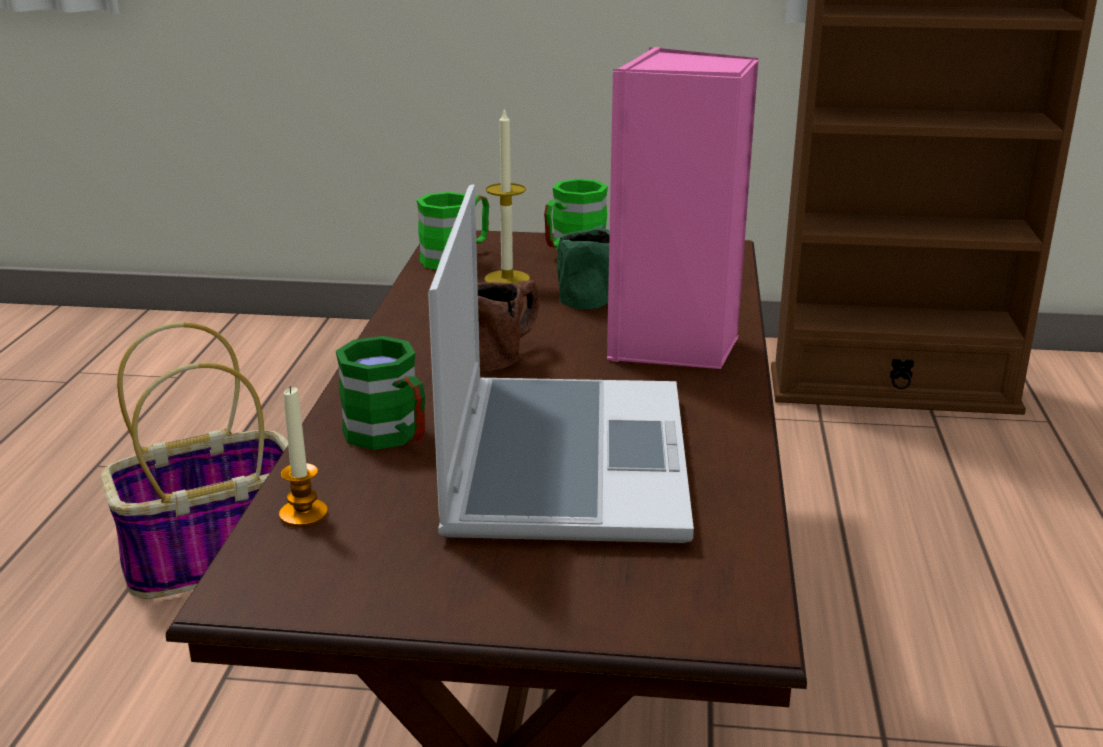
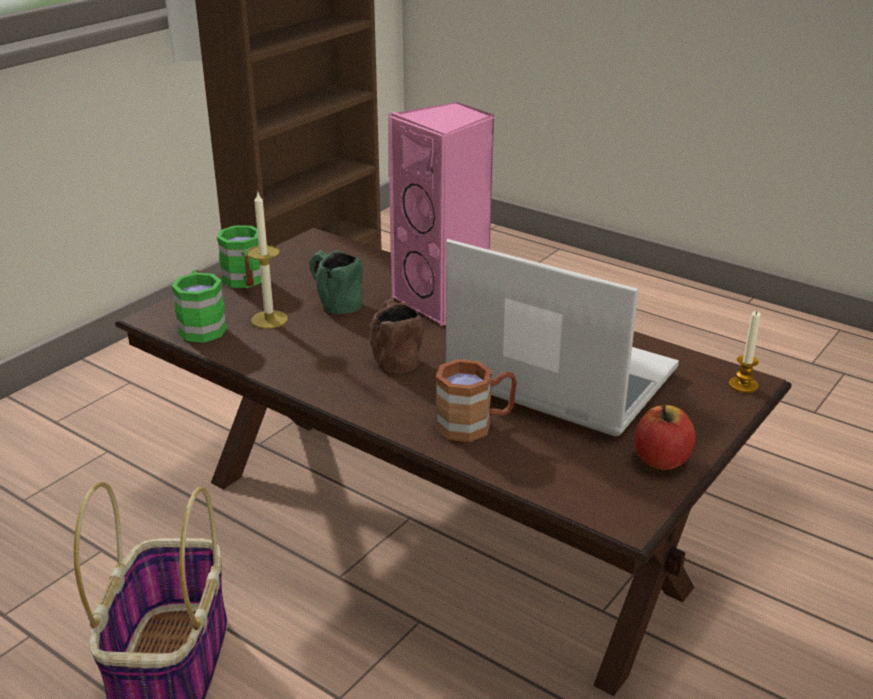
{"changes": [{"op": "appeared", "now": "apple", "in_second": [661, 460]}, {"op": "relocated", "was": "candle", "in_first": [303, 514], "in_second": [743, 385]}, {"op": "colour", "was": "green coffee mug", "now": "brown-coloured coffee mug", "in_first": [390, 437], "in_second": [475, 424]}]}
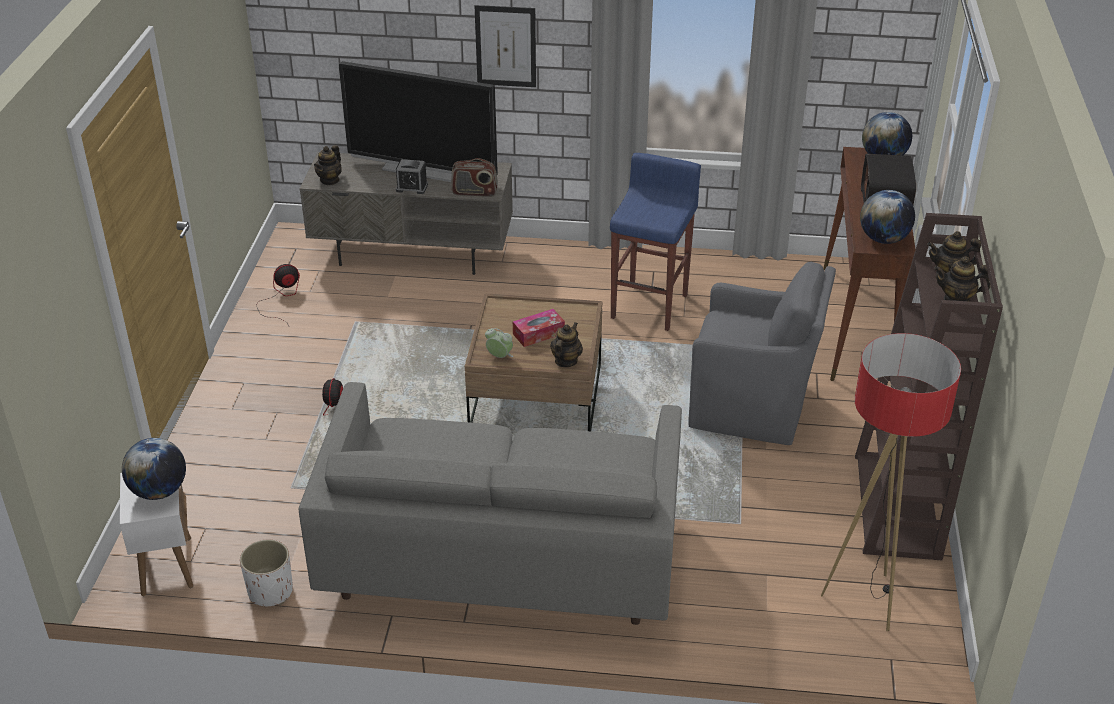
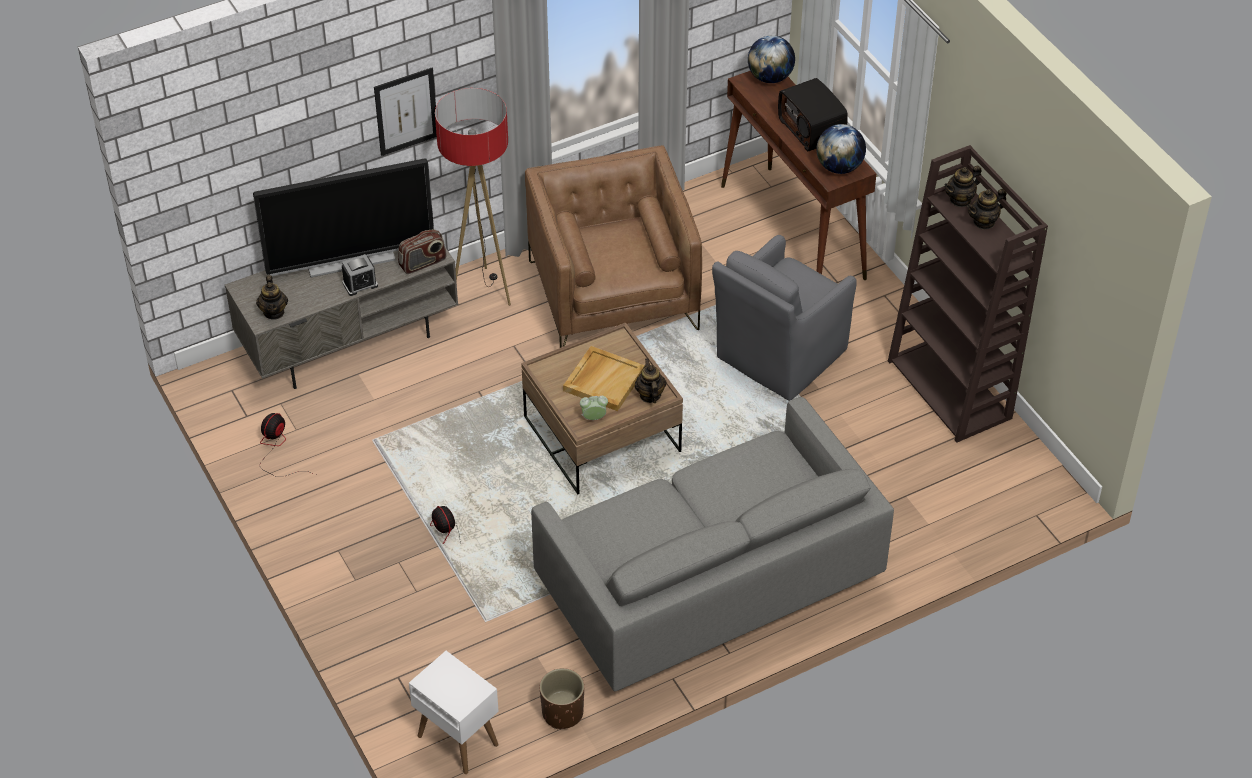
{"changes": [{"op": "missing", "was": "world globe", "in_first": [159, 491]}, {"op": "relocated", "was": "standard lamp", "in_first": [865, 600], "in_second": [482, 291]}, {"op": "exchanged", "was": "tissue holder", "now": "beige-coloured carrying tray", "in_first": [538, 334], "in_second": [603, 380]}, {"op": "exchanged", "was": "blue-coloured sitting stool", "now": "brown-coloured armchair", "in_first": [651, 305], "in_second": [612, 295]}, {"op": "colour", "was": "whitish plant pot", "now": "brown-coloured plant pot", "in_first": [270, 591], "in_second": [562, 713]}, {"op": "spun", "was": "gray armchair", "in_first": [753, 408], "in_second": [778, 355], "clockwise": 150}]}
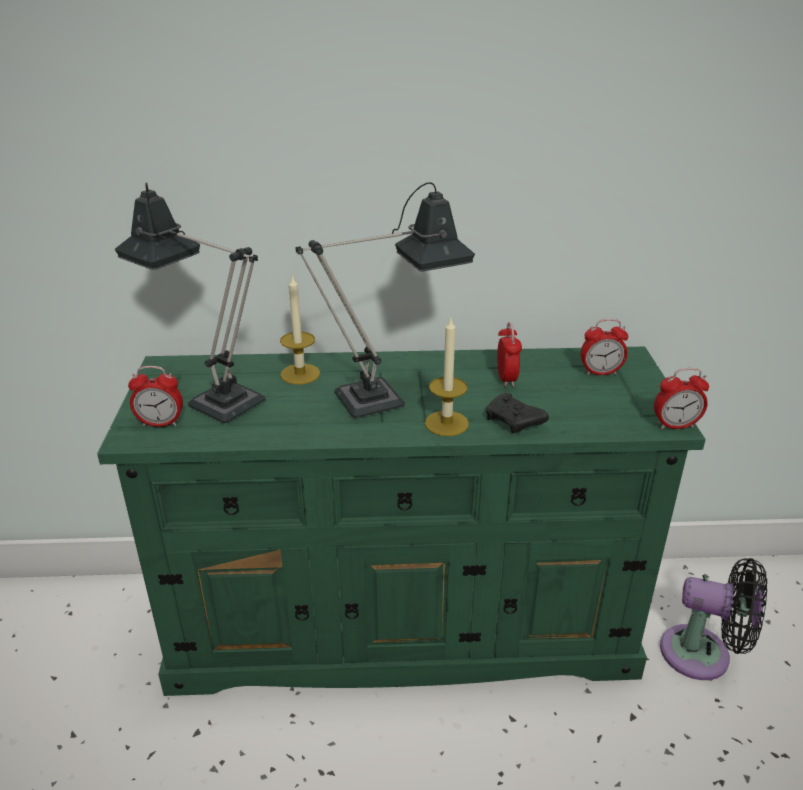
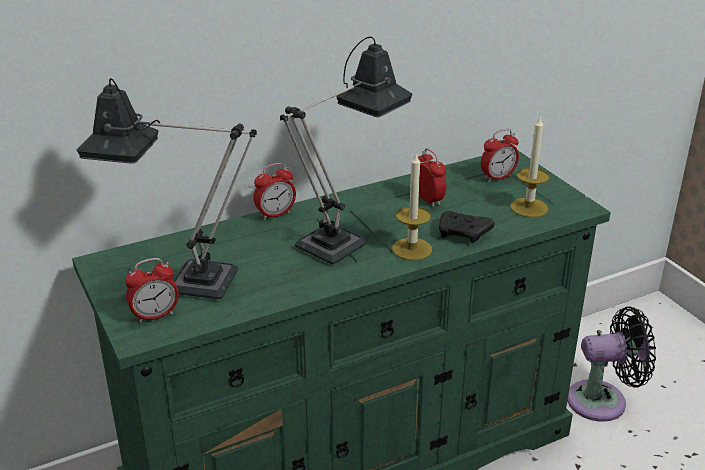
{"changes": [{"op": "relocated", "was": "candle", "in_first": [300, 374], "in_second": [529, 207]}, {"op": "relocated", "was": "bedside clock", "in_first": [675, 426], "in_second": [275, 214]}]}
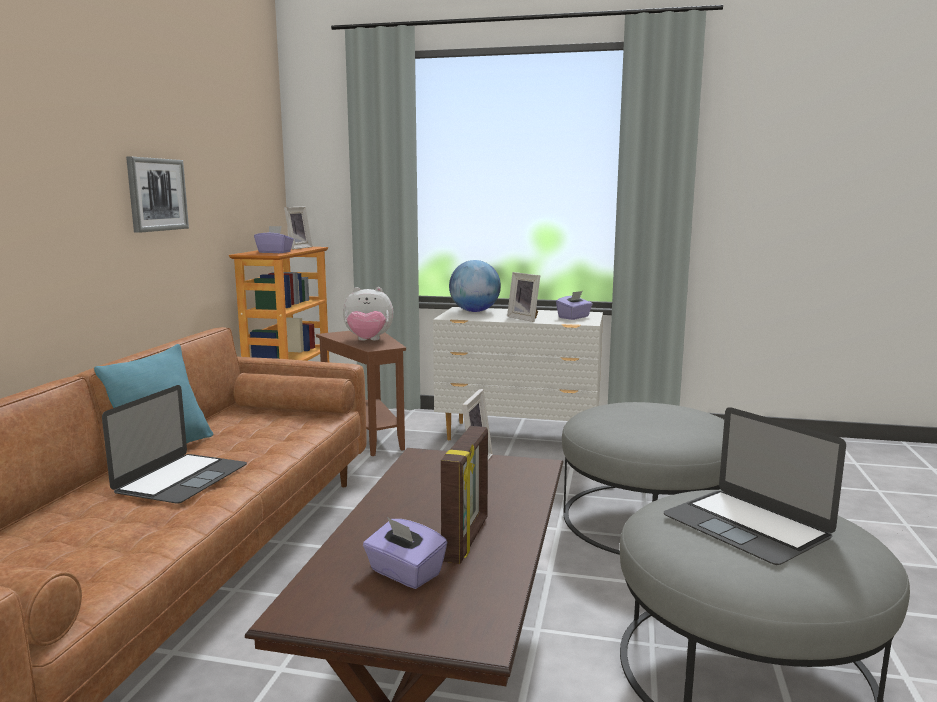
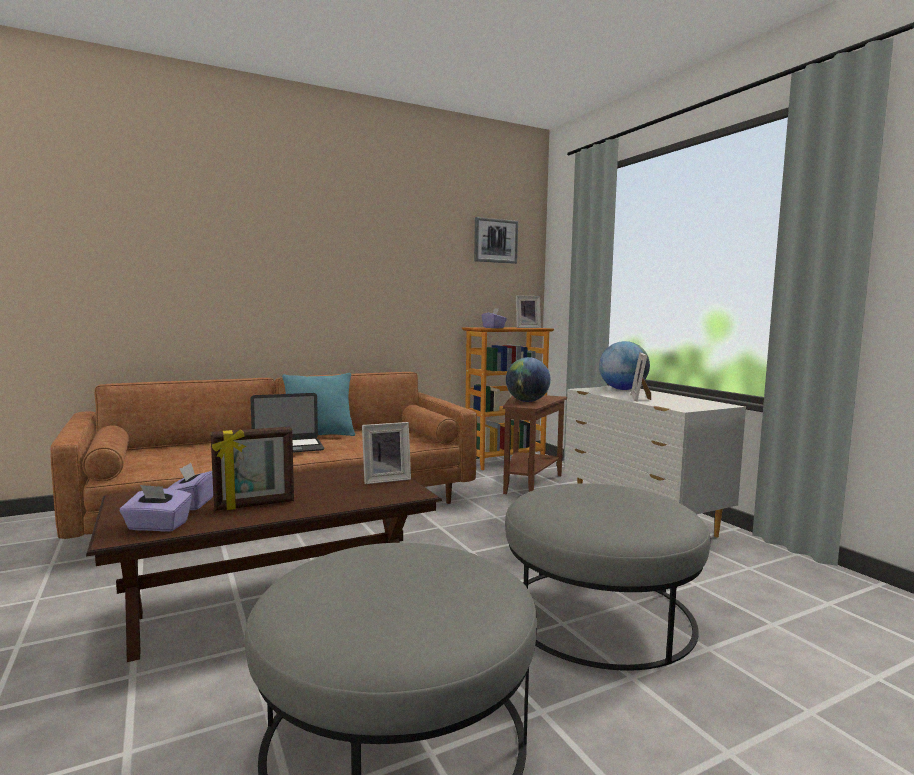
{"changes": [{"op": "missing", "was": "laptop", "in_first": [746, 525]}, {"op": "relocated", "was": "picture", "in_first": [157, 194], "in_second": [495, 241]}, {"op": "relocated", "was": "purple tissue holder", "in_first": [574, 317], "in_second": [157, 526]}, {"op": "exchanged", "was": "soft toy", "now": "world globe", "in_first": [368, 341], "in_second": [527, 401]}]}
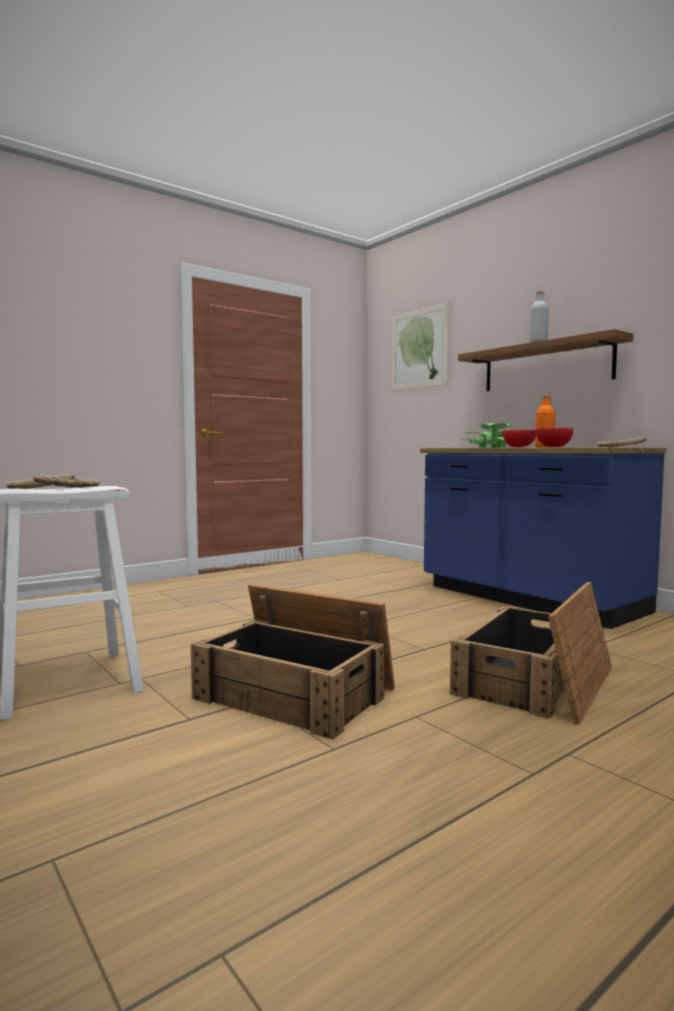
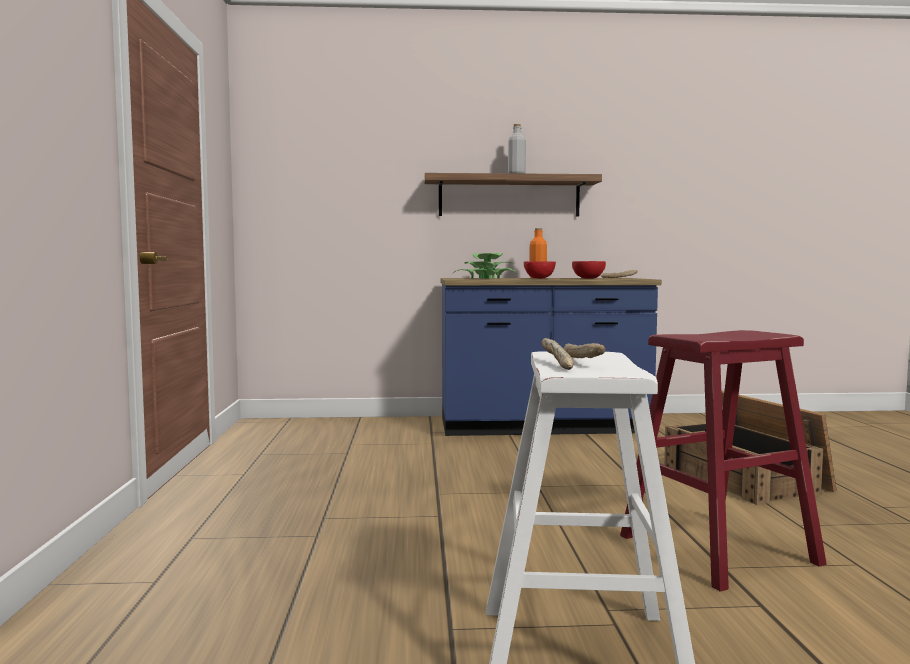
{"changes": [{"op": "missing", "was": "picture", "in_first": [419, 349]}, {"op": "exchanged", "was": "shipping crate", "now": "reddish sitting stool", "in_first": [297, 693], "in_second": [718, 549]}]}
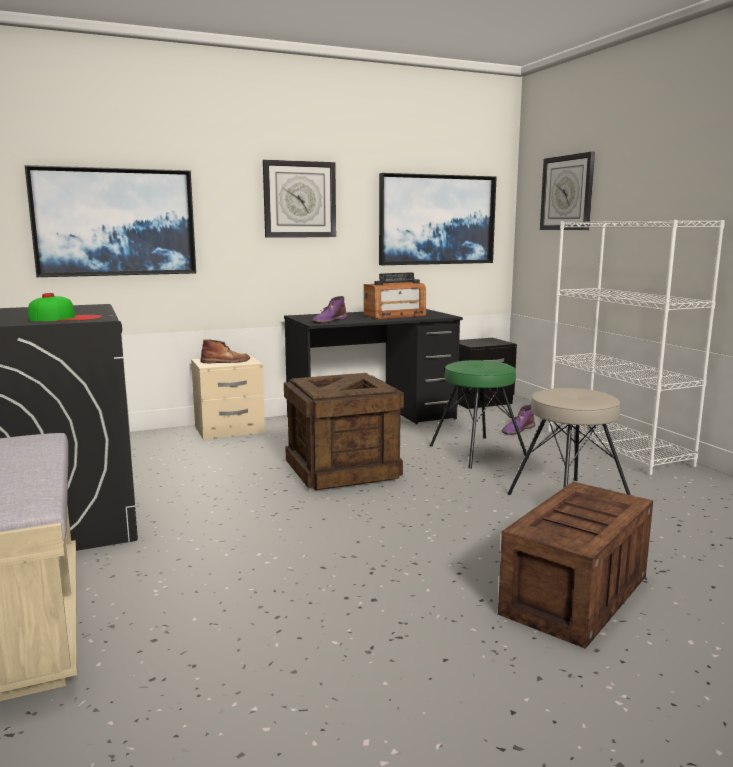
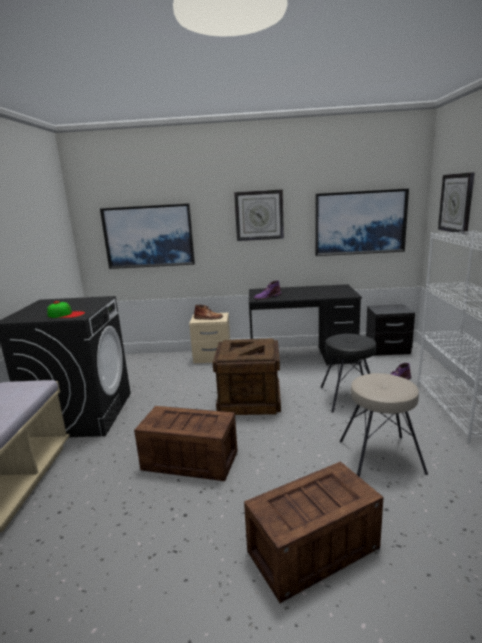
{"changes": [{"op": "missing", "was": "radio receiver", "in_first": [395, 315]}, {"op": "appeared", "now": "shipping crate", "in_second": [188, 460]}, {"op": "colour", "was": "green sitting stool", "now": "blackish sitting stool", "in_first": [477, 452], "in_second": [348, 397]}]}
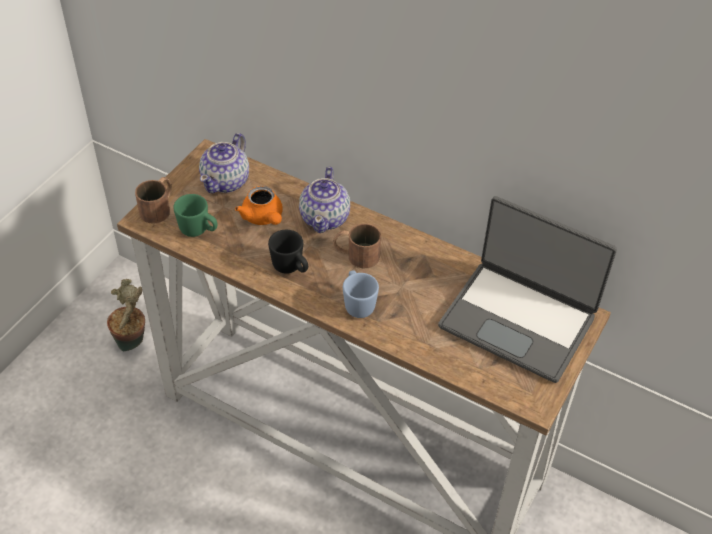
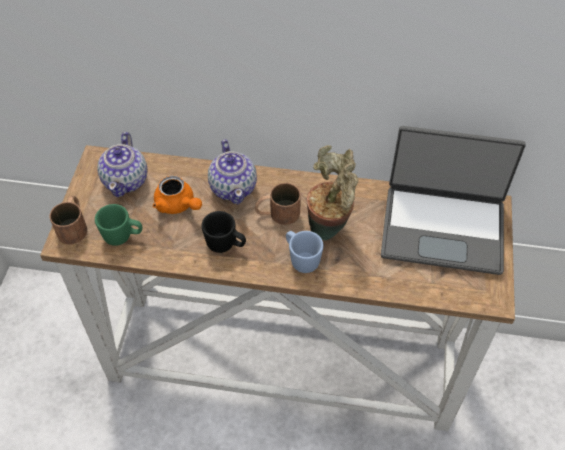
{"changes": [{"op": "relocated", "was": "plant in a pot", "in_first": [133, 343], "in_second": [330, 227]}]}
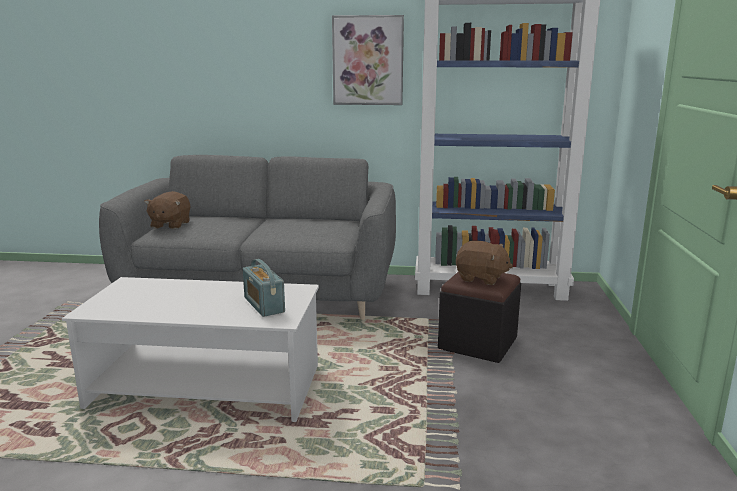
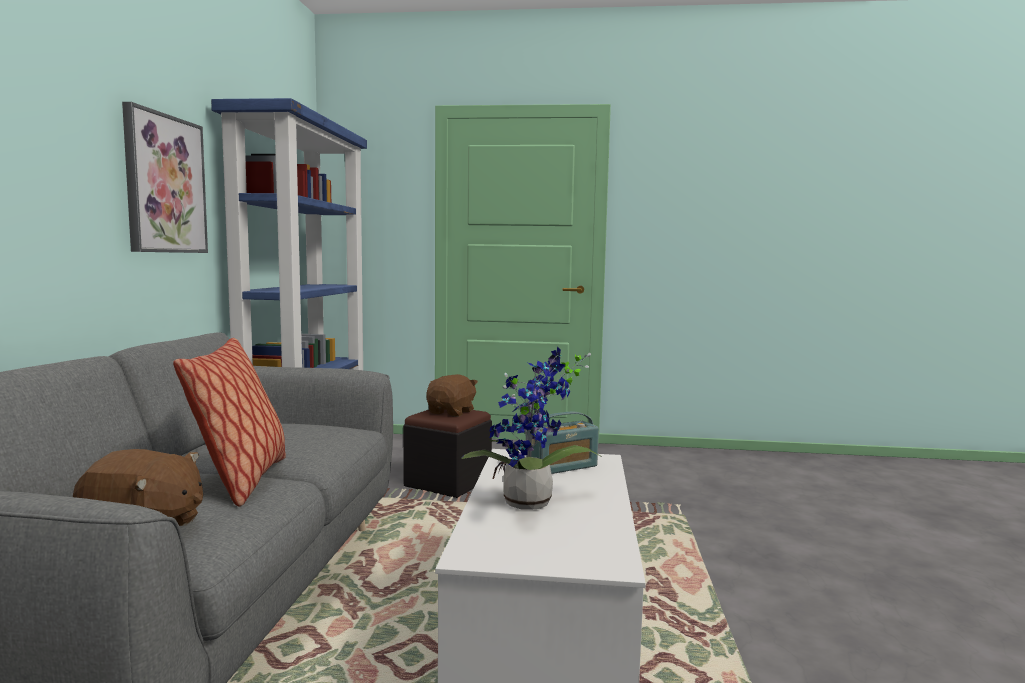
{"changes": [{"op": "appeared", "now": "throw pillow", "in_second": [241, 482]}, {"op": "appeared", "now": "plant in a pot", "in_second": [530, 505]}]}
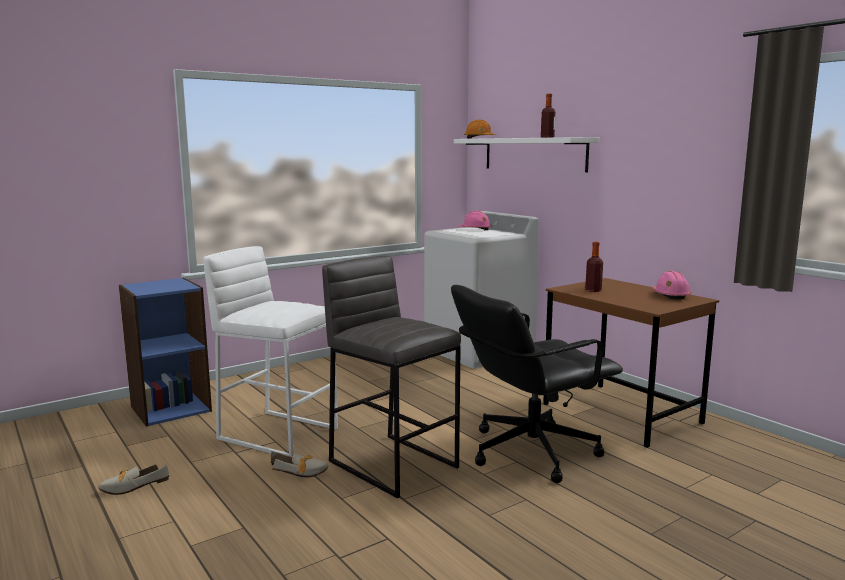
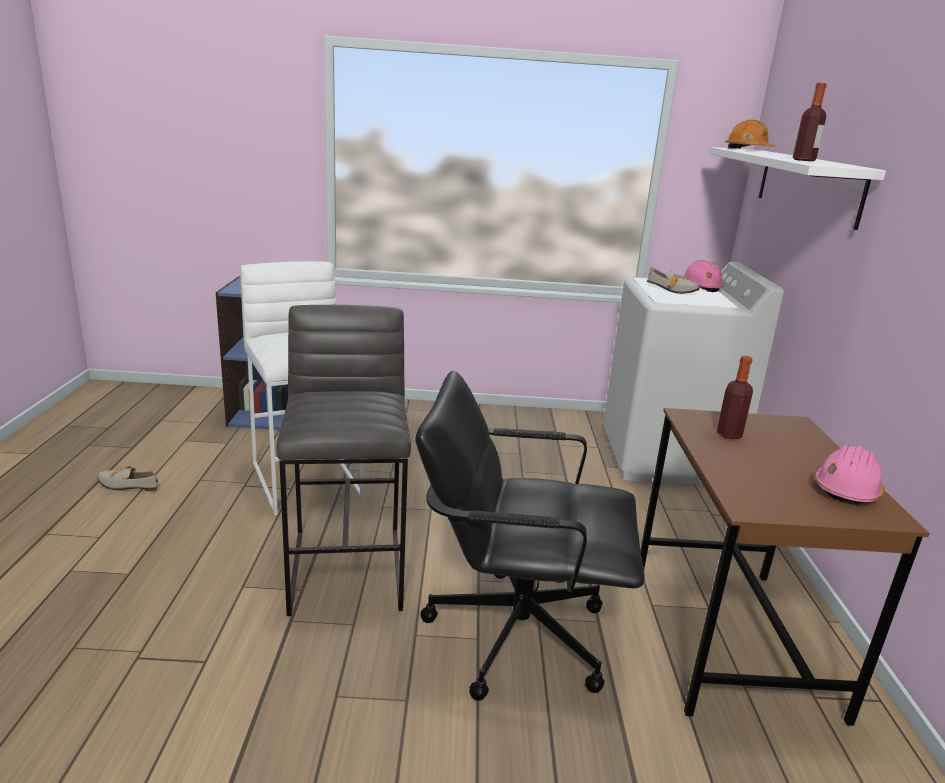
{"changes": [{"op": "relocated", "was": "low shoe", "in_first": [302, 472], "in_second": [673, 290]}]}
